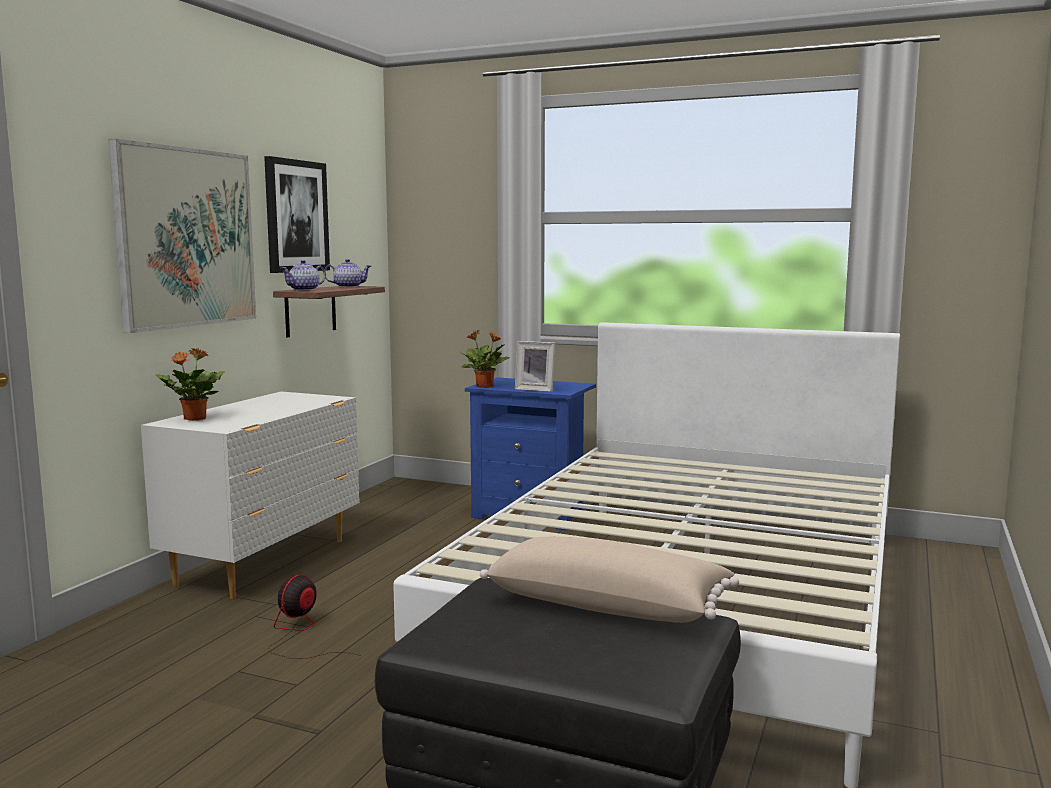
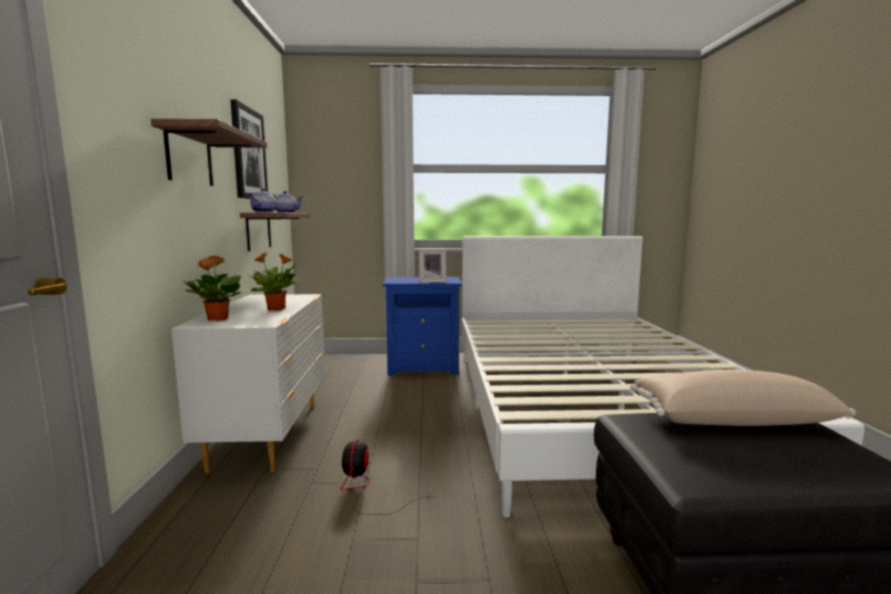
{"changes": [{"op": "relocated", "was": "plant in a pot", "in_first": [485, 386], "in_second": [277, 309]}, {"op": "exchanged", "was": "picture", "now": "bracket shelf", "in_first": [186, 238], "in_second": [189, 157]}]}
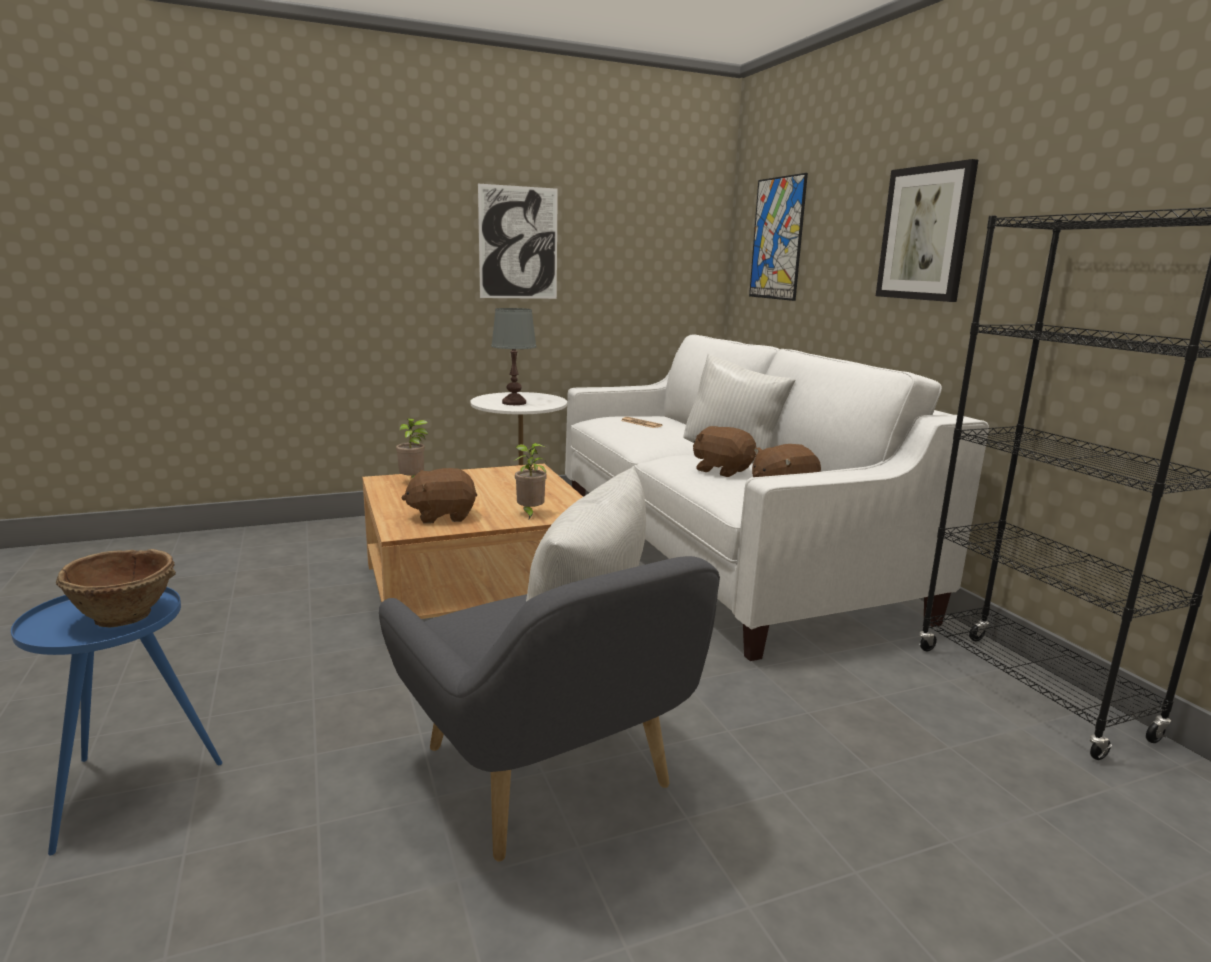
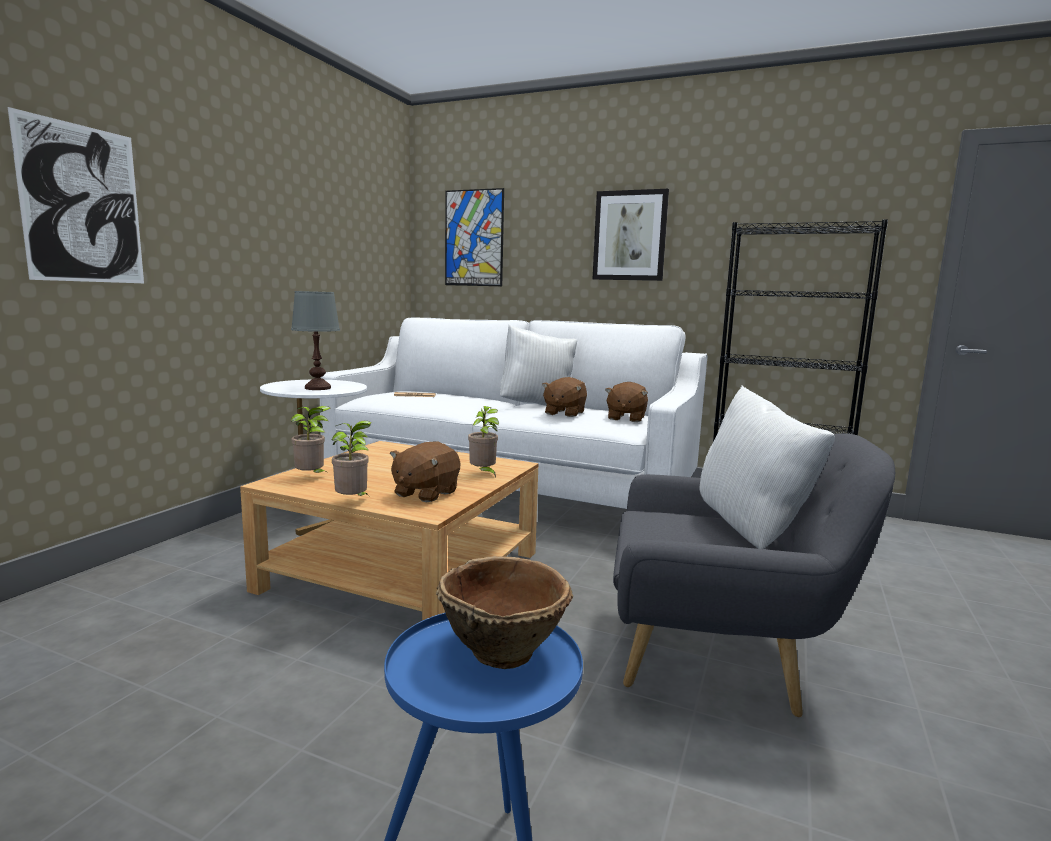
{"changes": [{"op": "appeared", "now": "plant in a pot", "in_second": [353, 501]}, {"op": "relocated", "was": "picture", "in_first": [518, 243], "in_second": [82, 204]}, {"op": "spun", "was": "brown-coloured soft toy", "in_first": [722, 470], "in_second": [564, 413], "clockwise": -60}]}
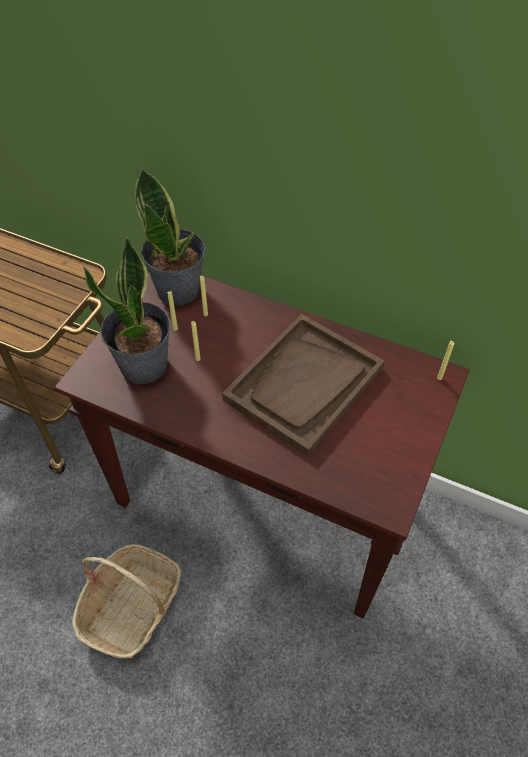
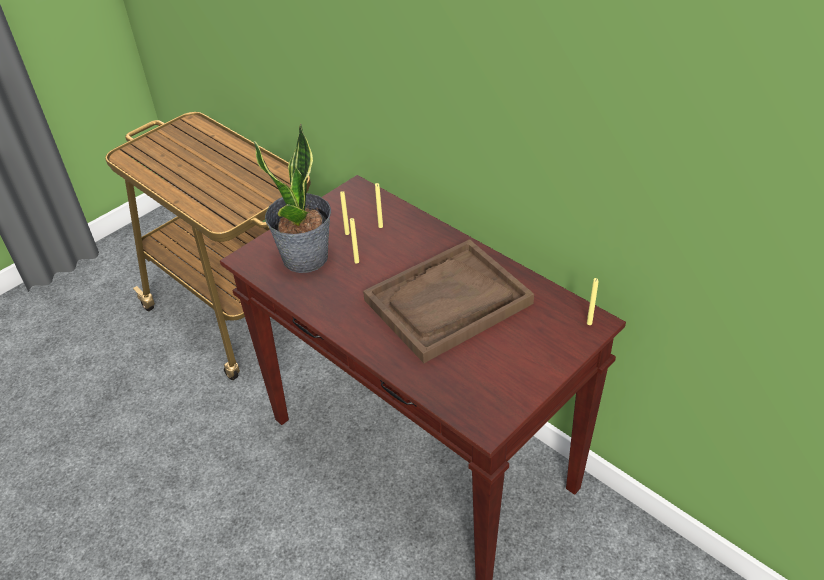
{"changes": [{"op": "missing", "was": "household basket", "in_first": [132, 606]}, {"op": "missing", "was": "plant in a pot", "in_first": [179, 289]}]}
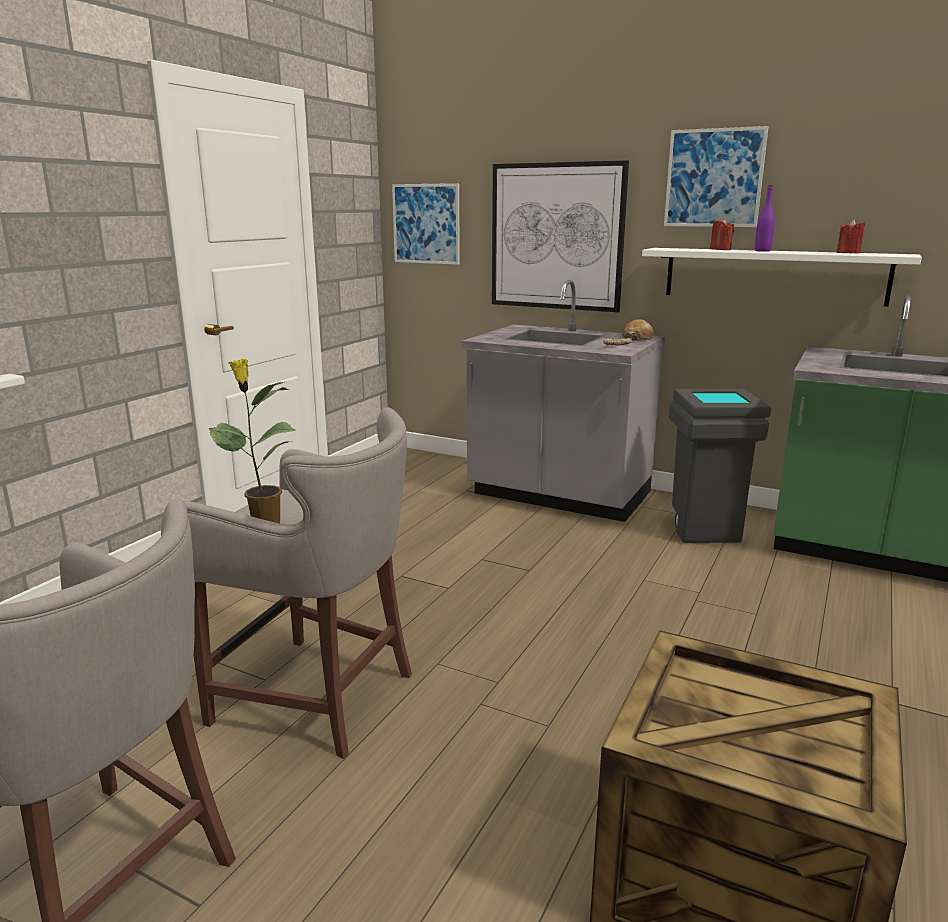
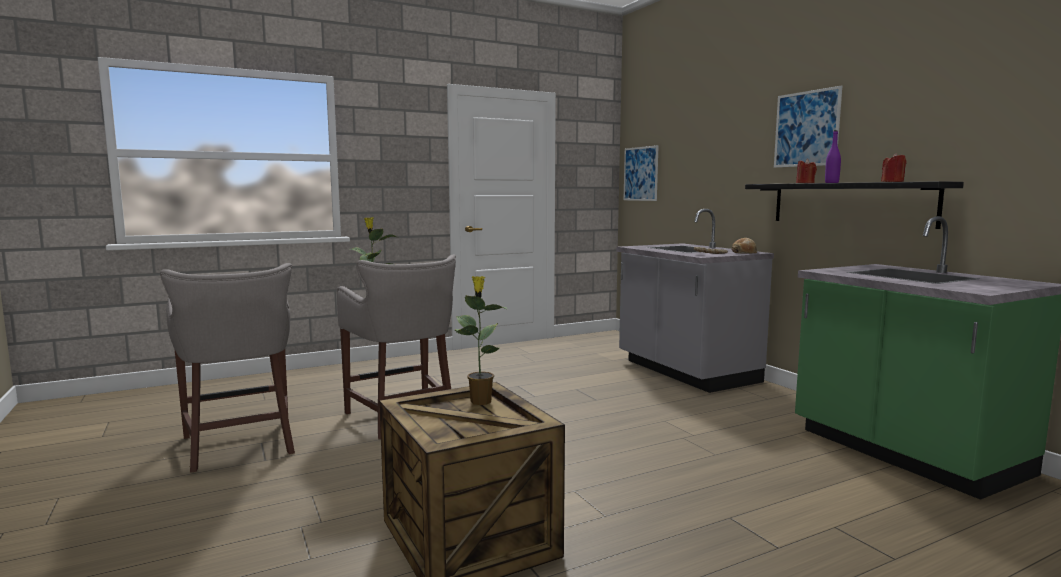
{"changes": [{"op": "missing", "was": "picture", "in_first": [556, 237]}, {"op": "missing", "was": "gray waste bin", "in_first": [703, 531]}, {"op": "appeared", "now": "plant in a pot", "in_second": [480, 401]}, {"op": "colour", "was": "whitish bracket shelf", "now": "blackish bracket shelf", "in_first": [773, 275], "in_second": [849, 203]}]}
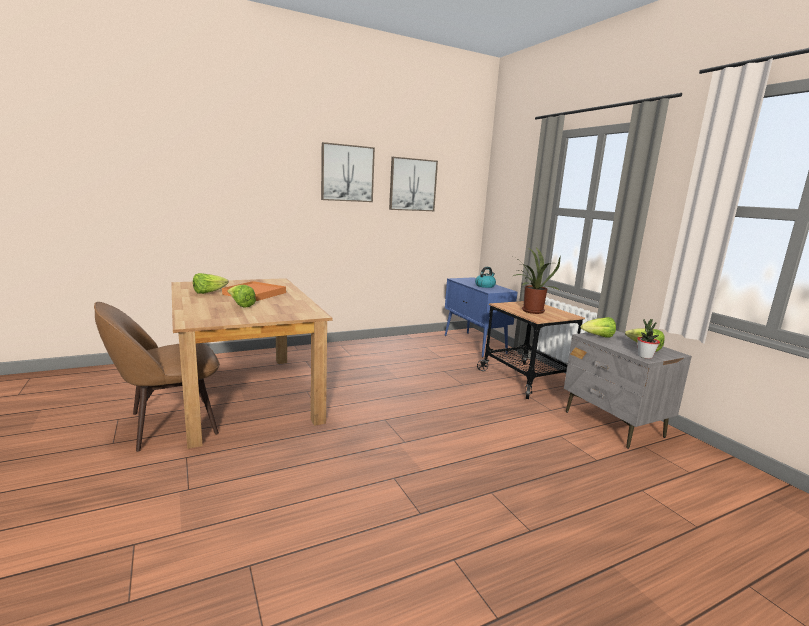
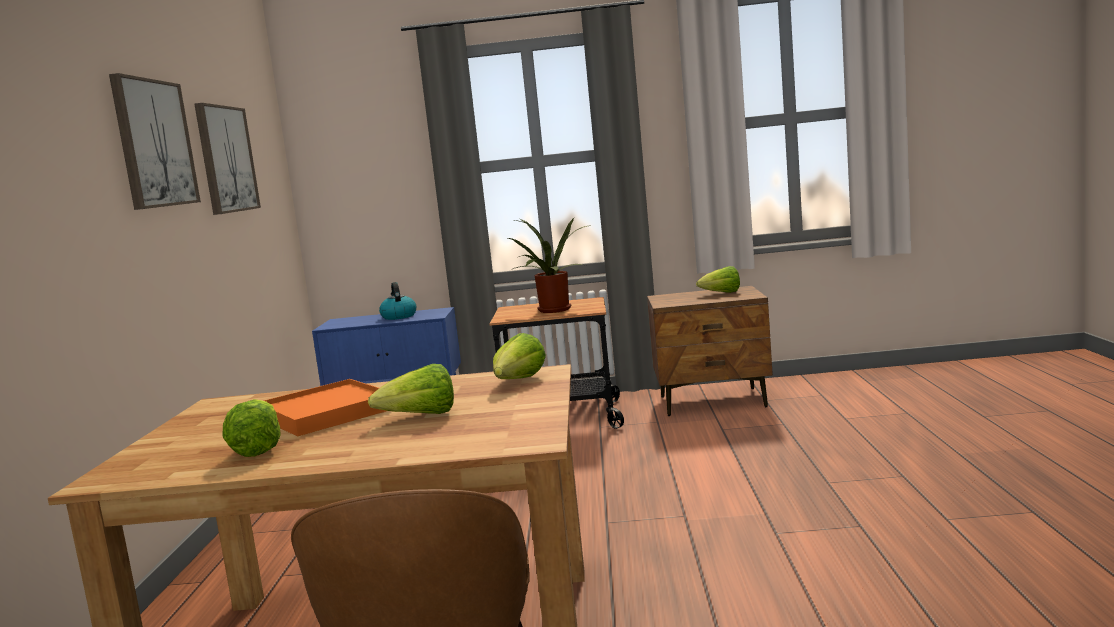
{"changes": [{"op": "missing", "was": "plant in a pot", "in_first": [645, 356]}, {"op": "relocated", "was": "lettuce head", "in_first": [598, 337], "in_second": [519, 381]}, {"op": "colour", "was": "gray bedside table", "now": "brown-coloured bedside table", "in_first": [613, 424], "in_second": [713, 402]}]}
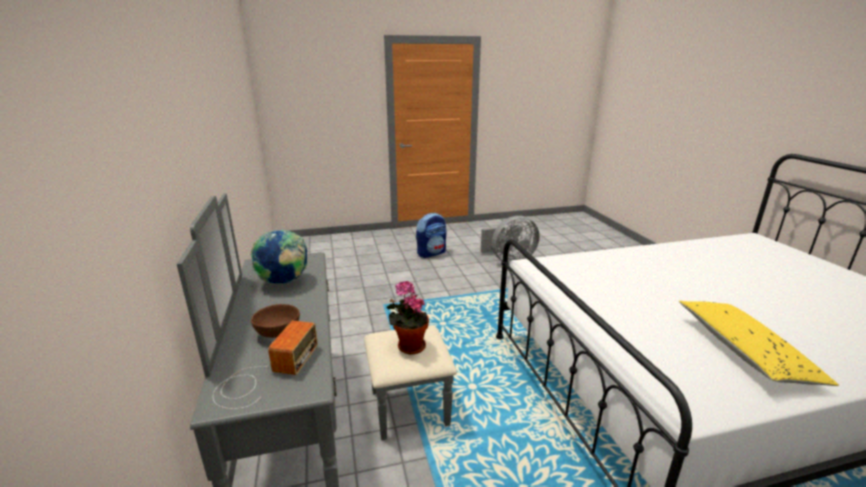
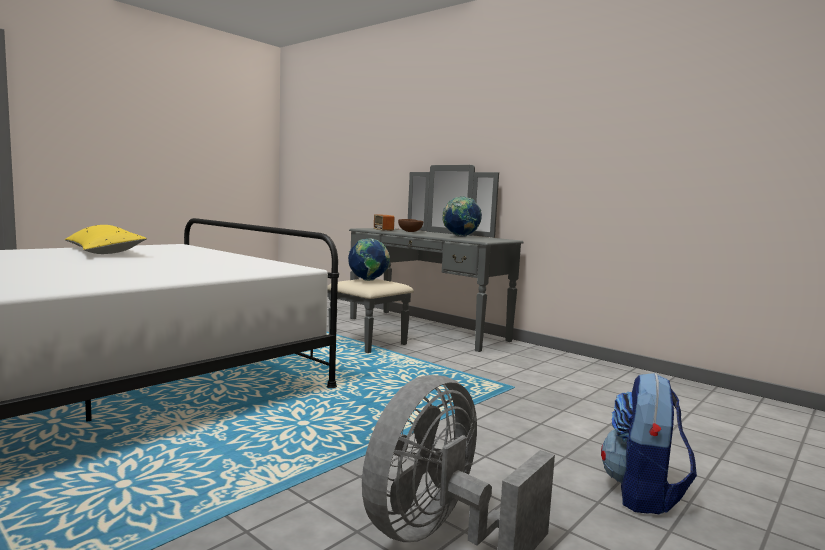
{"changes": [{"op": "exchanged", "was": "plant in a pot", "now": "world globe", "in_first": [409, 346], "in_second": [368, 280]}]}
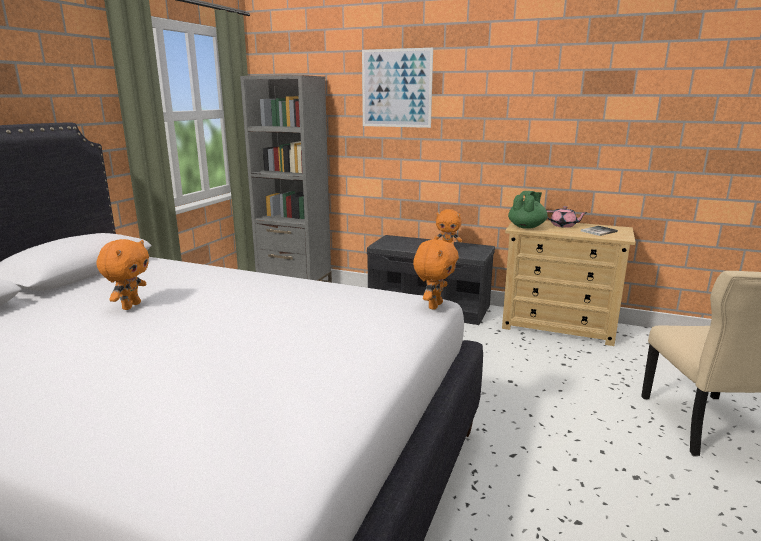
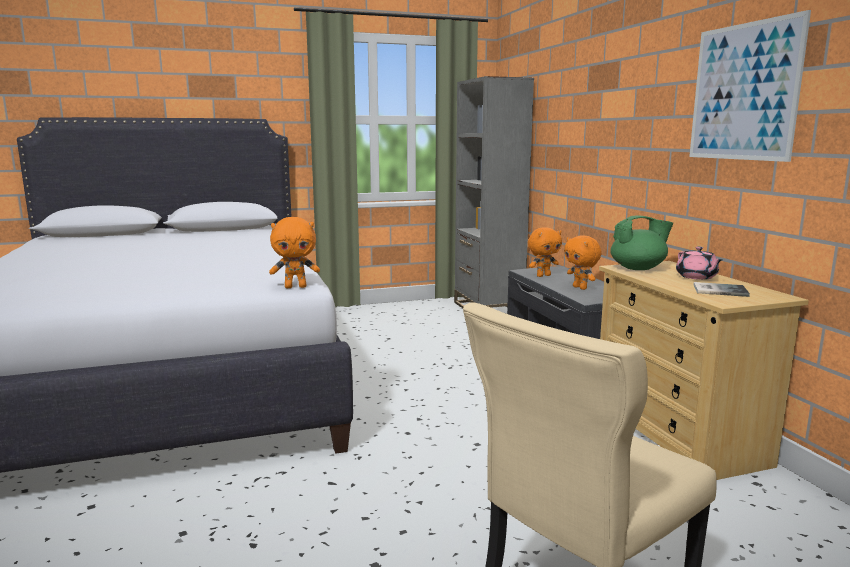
{"changes": [{"op": "relocated", "was": "orangey soft toy", "in_first": [130, 306], "in_second": [543, 275]}, {"op": "relocated", "was": "picture", "in_first": [396, 88], "in_second": [744, 92]}]}
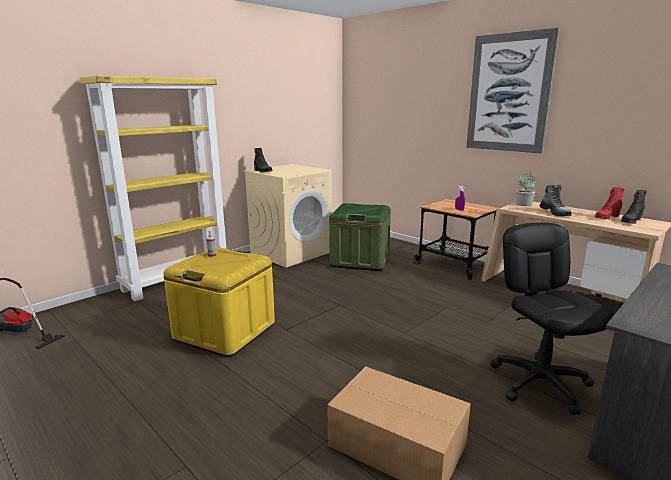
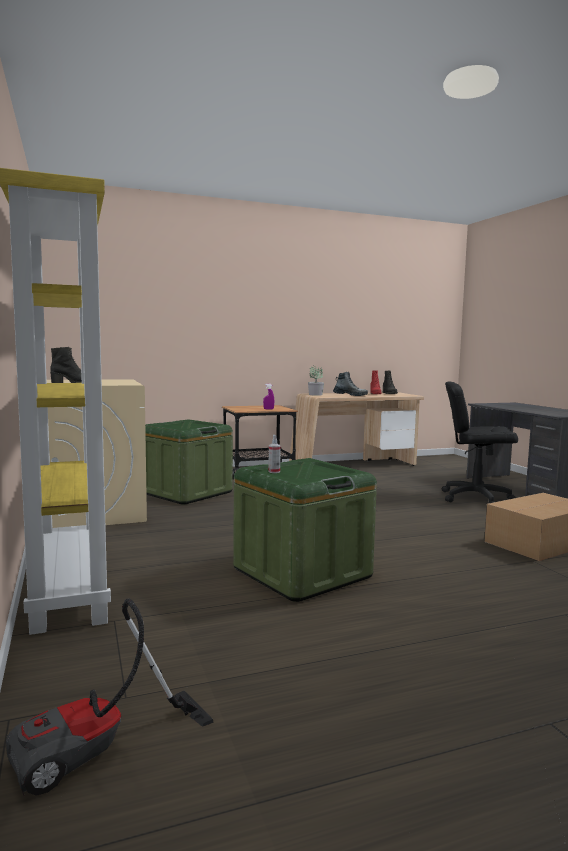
{"changes": [{"op": "missing", "was": "picture", "in_first": [508, 93]}, {"op": "colour", "was": "yellow-coloured storage container", "now": "green storage container", "in_first": [225, 331], "in_second": [302, 572]}]}
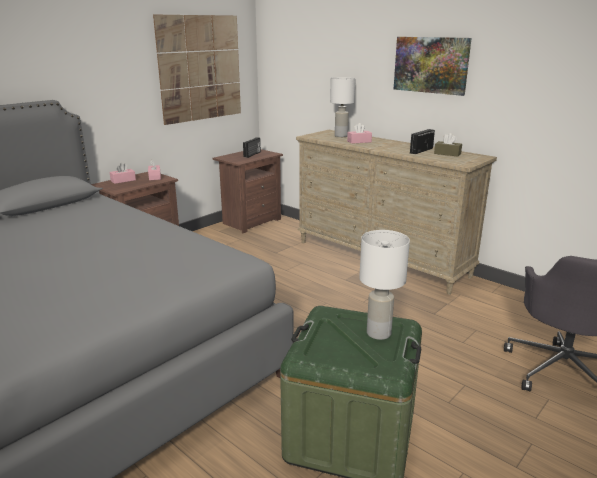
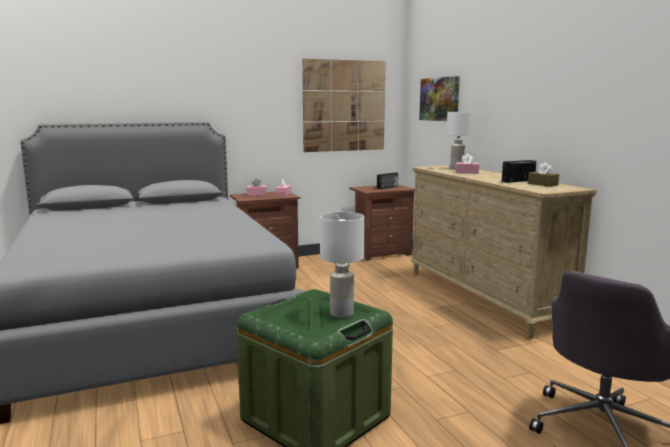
{"changes": [{"op": "relocated", "was": "picture", "in_first": [431, 65], "in_second": [439, 99]}]}
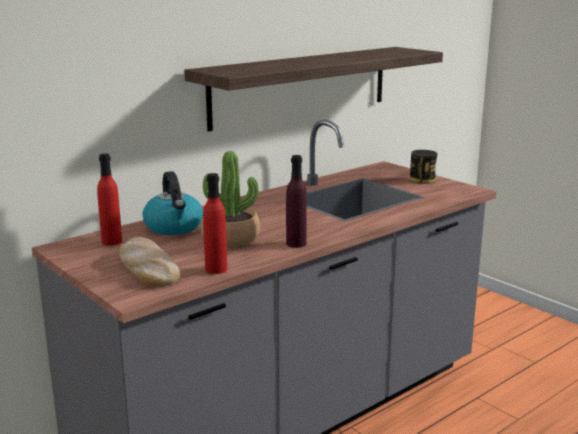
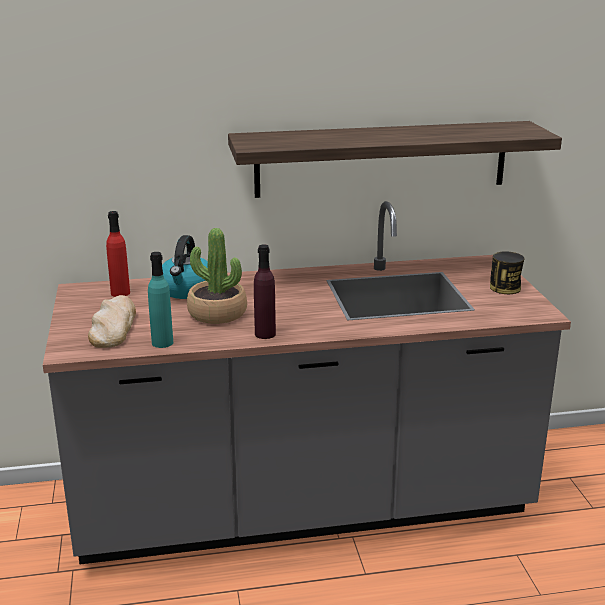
{"changes": [{"op": "colour", "was": "reddish drink bottle", "now": "turquoise drink bottle", "in_first": [216, 269], "in_second": [162, 343]}]}
